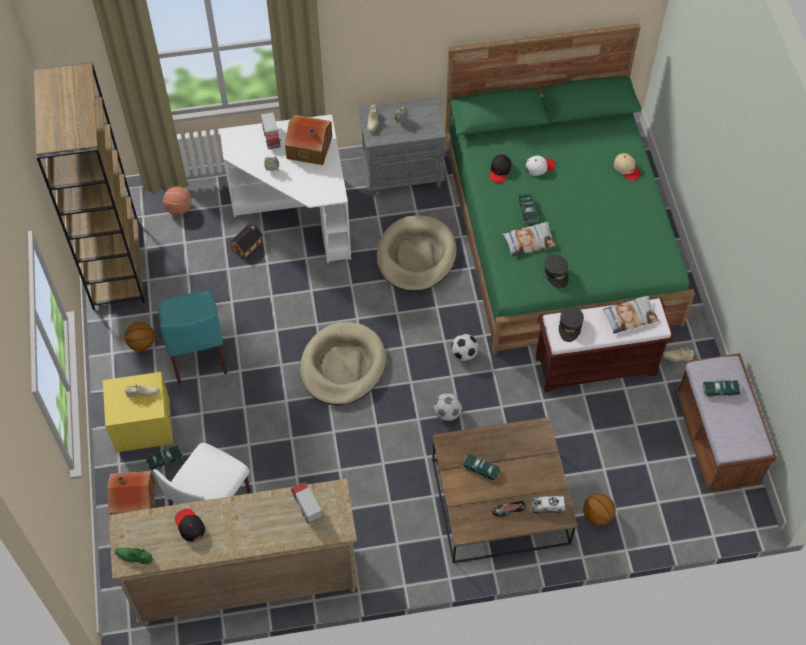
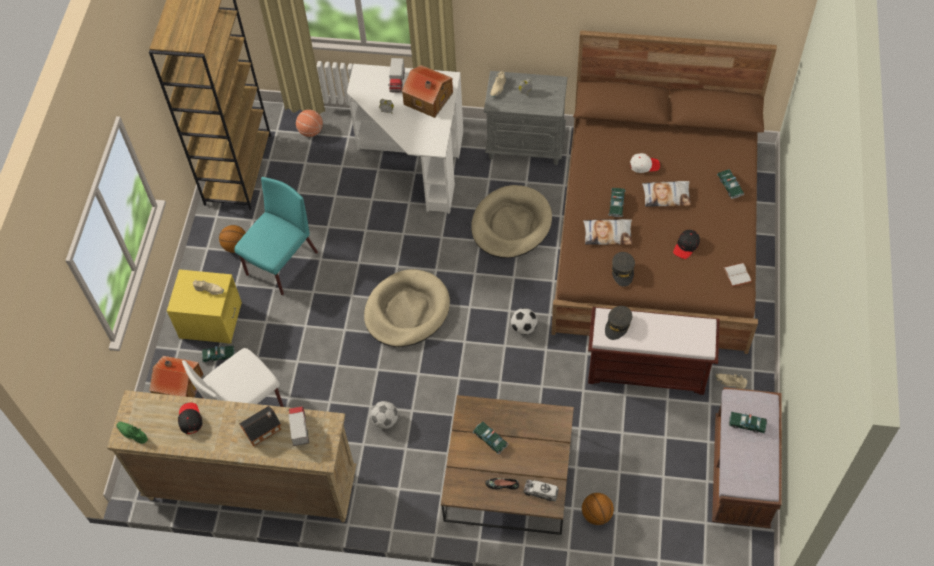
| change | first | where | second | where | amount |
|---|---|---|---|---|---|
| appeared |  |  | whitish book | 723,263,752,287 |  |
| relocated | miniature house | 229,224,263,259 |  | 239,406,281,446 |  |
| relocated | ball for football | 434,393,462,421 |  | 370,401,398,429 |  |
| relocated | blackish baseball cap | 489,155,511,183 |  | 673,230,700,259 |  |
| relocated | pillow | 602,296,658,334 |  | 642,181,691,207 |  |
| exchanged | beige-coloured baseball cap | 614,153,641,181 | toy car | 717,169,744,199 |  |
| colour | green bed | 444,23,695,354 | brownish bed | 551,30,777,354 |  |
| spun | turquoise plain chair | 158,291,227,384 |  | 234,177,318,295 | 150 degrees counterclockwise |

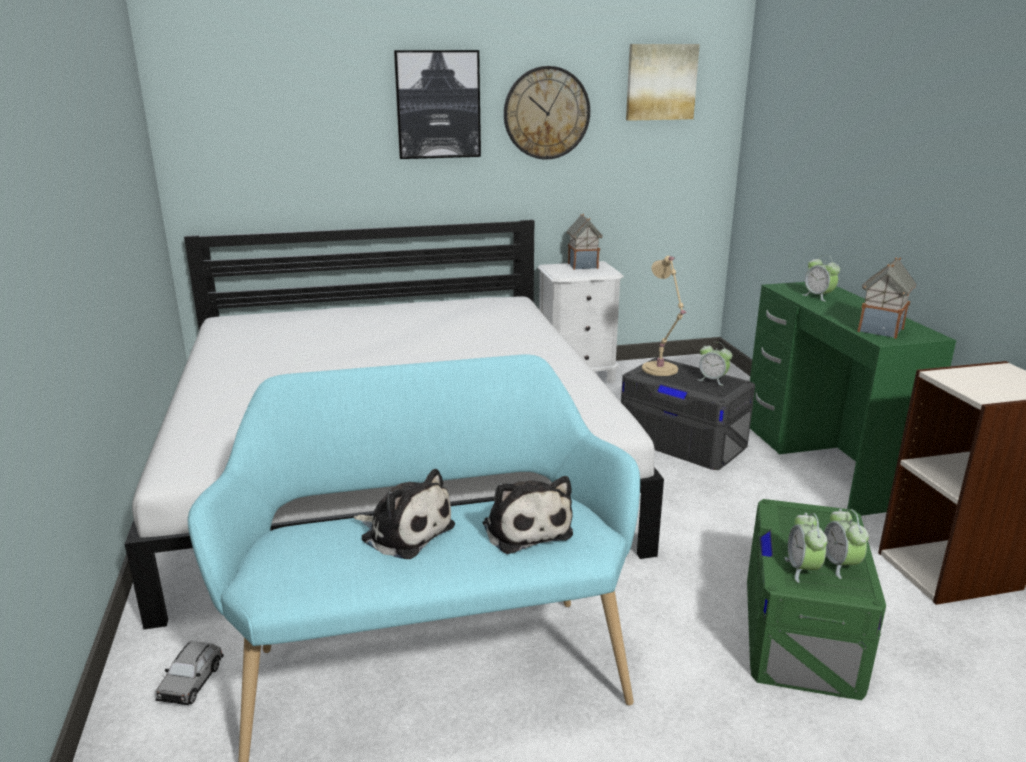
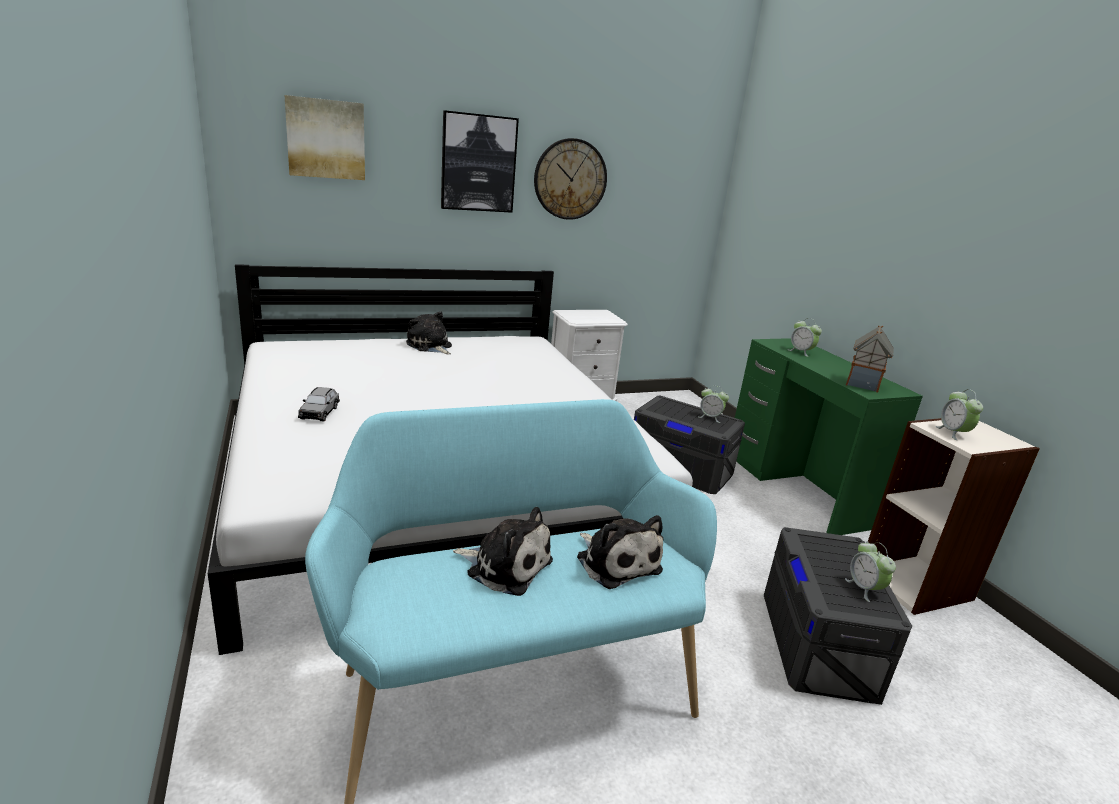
| change | first | where | second | where | amount |
|---|---|---|---|---|---|
| missing | miniature house | 567,213,603,270 |  |  |  |
| missing | beige-coloured table lamp | 642,256,687,376 |  |  |  |
| appeared |  |  | soft toy | 406,312,452,354 |  |
| relocated | gray toy car | 155,641,223,705 |  | 298,387,340,422 |  |
| relocated | wall picture | 626,44,700,121 |  | 284,95,365,180 |  |
| relocated | table clock | 784,513,828,583 |  | 935,389,983,440 |  |
| colour | green storage container | 747,499,886,700 | gray storage container | 764,527,912,705 |  |

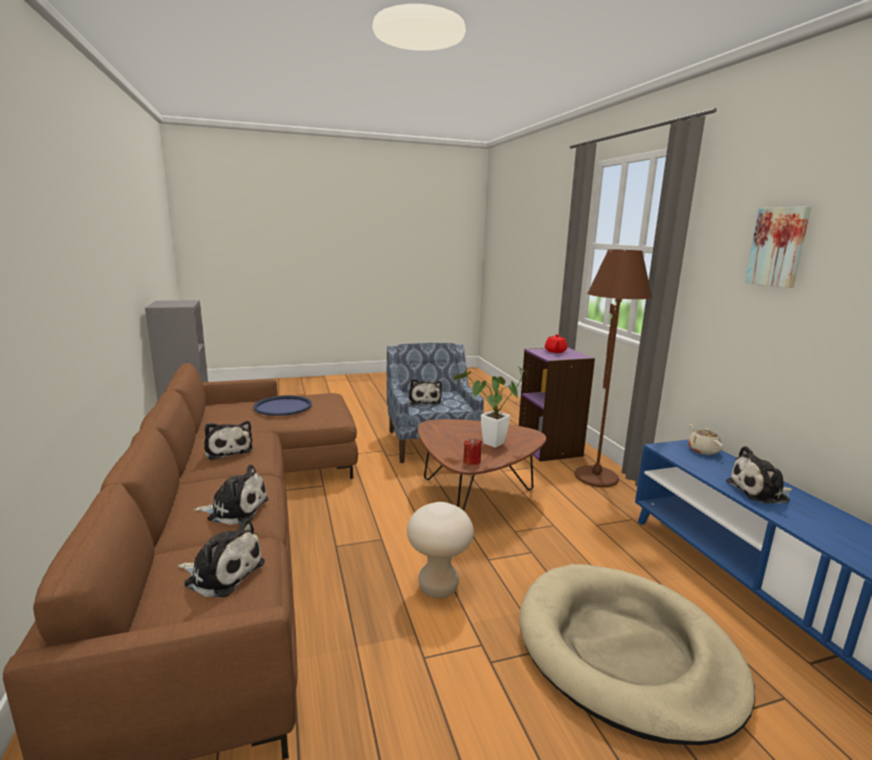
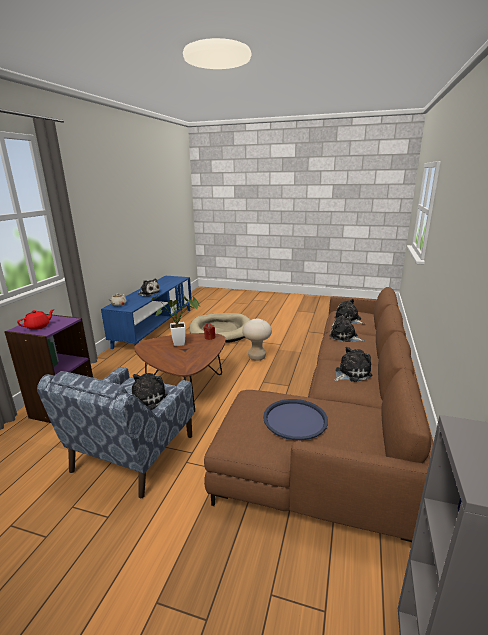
| change | first | where | second | where | amount |
|---|---|---|---|---|---|
| missing | brownish floor lamp | 575,249,653,487 |  |  |  |
| missing | wall picture | 745,207,811,288 |  |  |  |
| spun | soft toy | 204,421,253,460 |  | 334,347,372,382 | 60 degrees clockwise |

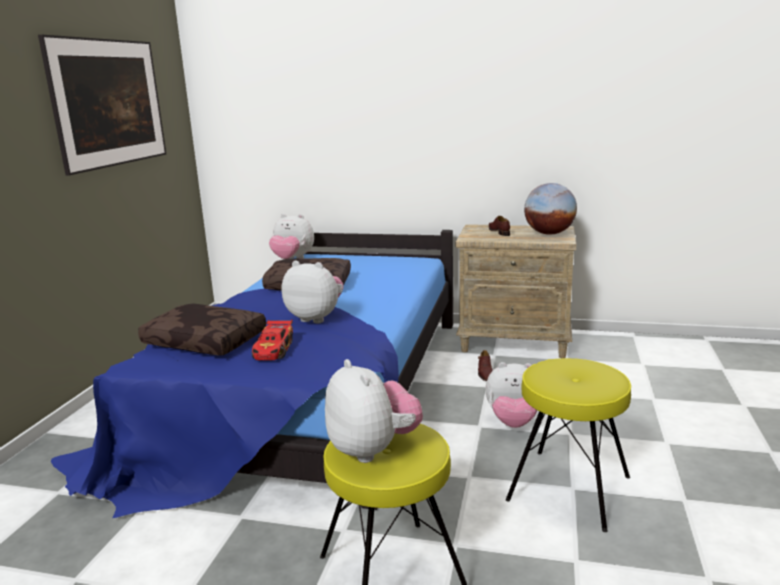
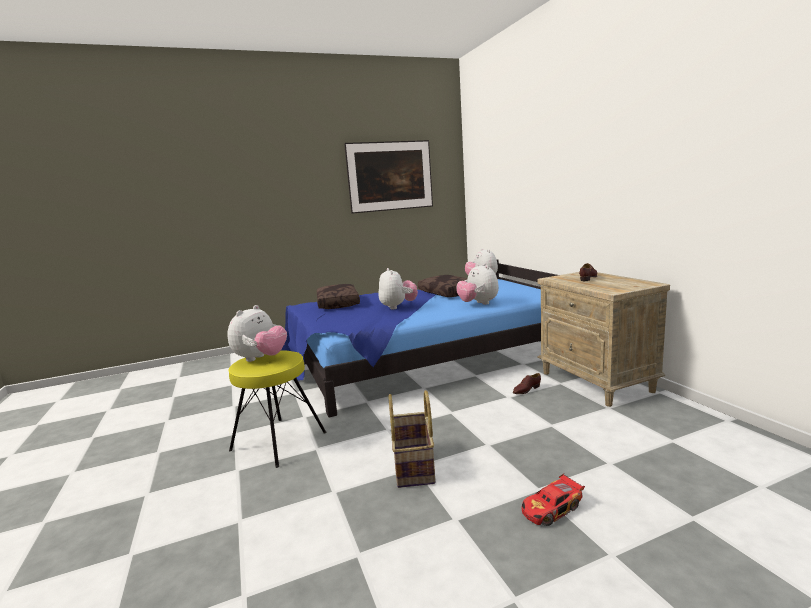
| change | first | where | second | where | amount |
|---|---|---|---|---|---|
| missing | world globe | 524,183,577,235 |  |  |  |
| relocated | toy car | 252,320,293,361 |  | 521,474,585,526 |  |
| relocated | soft toy | 485,362,537,428 |  | 456,263,499,305 |  |
| exchanged | yellowish sitting stool | 506,358,631,532 | basket | 388,390,435,488 |  |

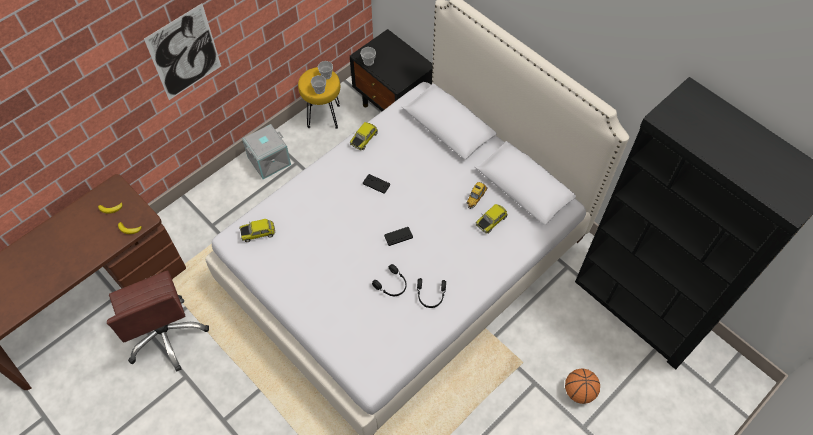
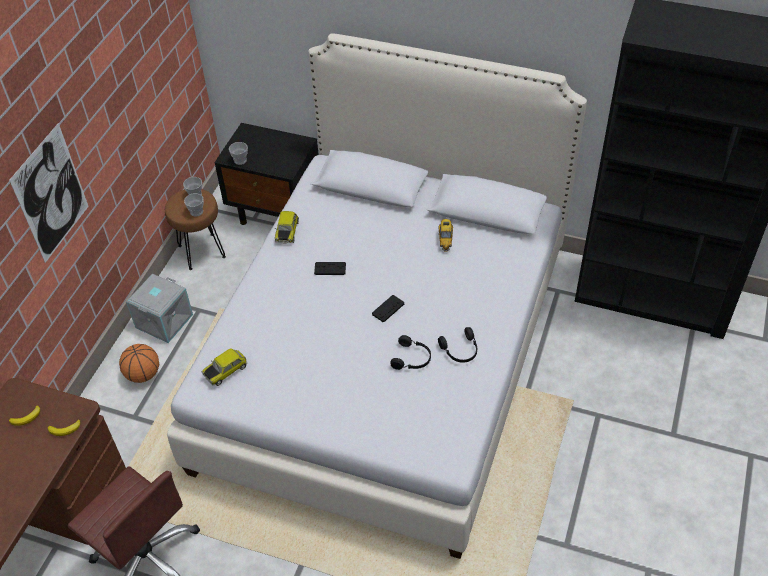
| change | first | where | second | where | amount |
|---|---|---|---|---|---|
| missing | toy car | 476,204,508,234 |  |  |  |
| relocated | basketball ball | 565,368,600,404 |  | 119,344,159,383 |  |
| colour | yellowish sitting stool | 298,67,340,129 | brownish sitting stool | 165,189,226,270 |  |

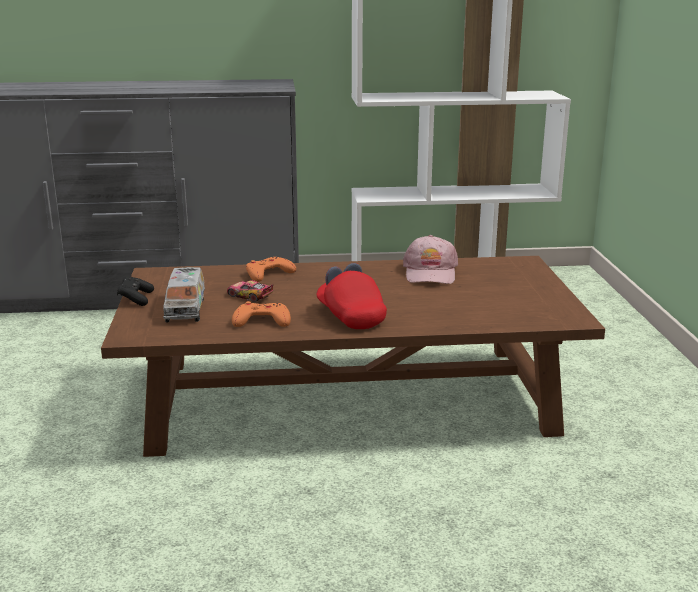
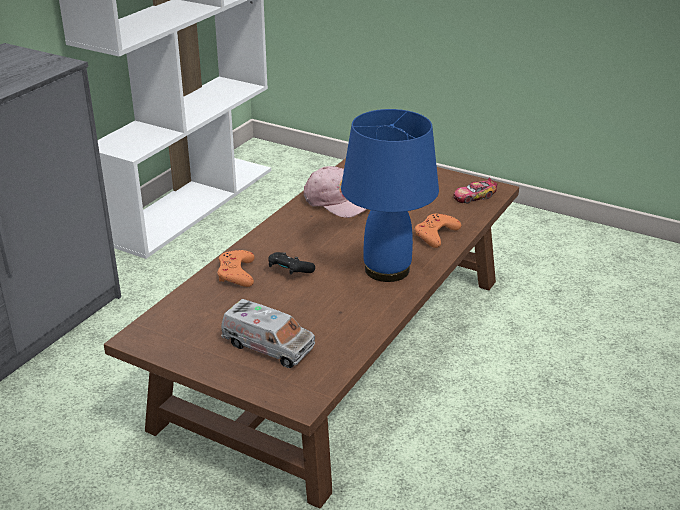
| change | first | where | second | where | amount |
|---|---|---|---|---|---|
| relocated | blackish game controller | 117,276,154,306 |  | 268,252,315,275 |  |
| relocated | toy car | 227,280,273,302 |  | 454,178,497,203 |  |
| relocated | orange-coloured game controller | 232,301,291,327 |  | 415,214,461,248 |  |
| exchanged | reddish baseball cap | 317,263,387,329 | blue-coloured table lamp | 341,109,439,282 |  |

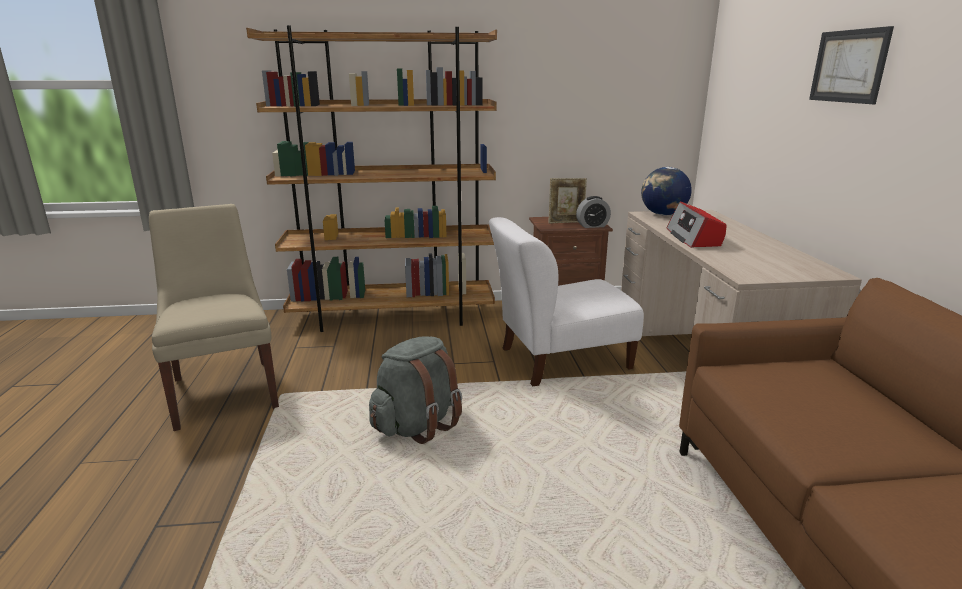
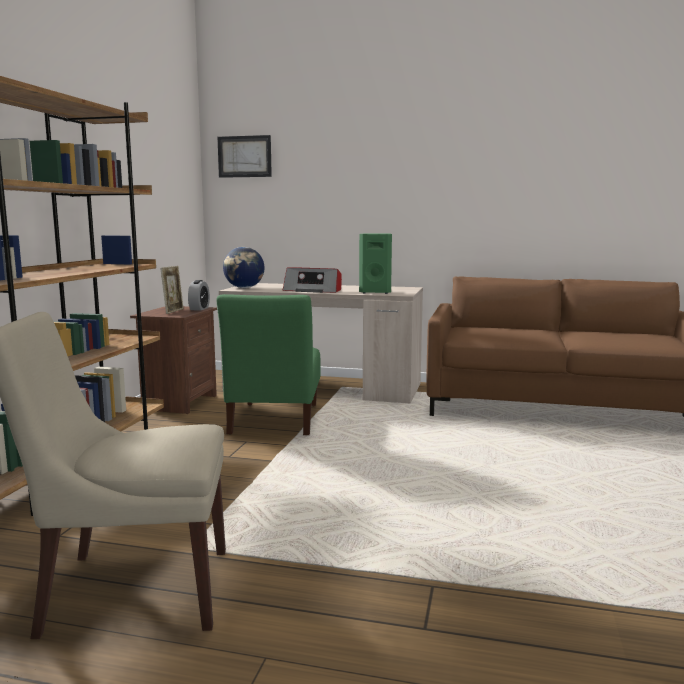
| change | first | where | second | where | amount |
|---|---|---|---|---|---|
| missing | gray rucksack | 369,336,462,444 |  |  |  |
| appeared |  |  | green audio speaker | 359,233,392,294 |  |
| relocated | wall picture | 809,26,894,104 |  | 217,135,272,178 |  |
| colour | whitish plain chair | 489,217,644,386 | green plain chair | 216,294,321,435 |  |

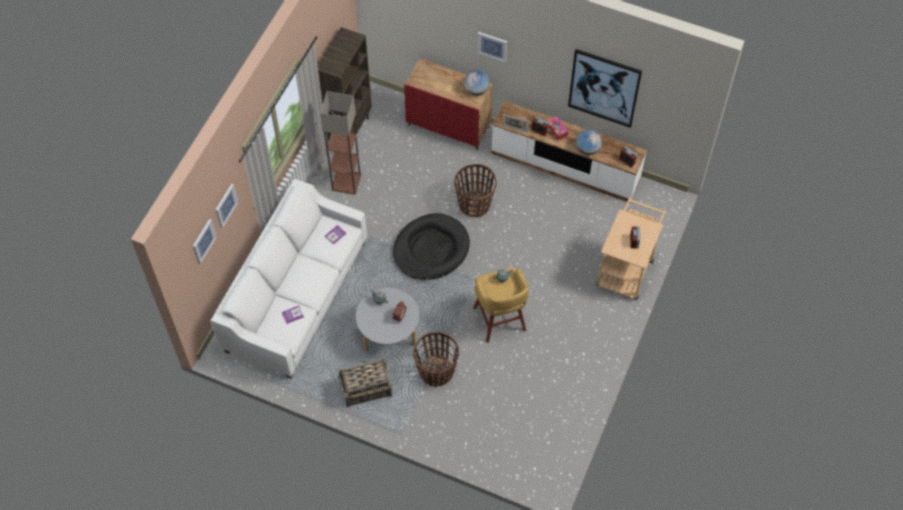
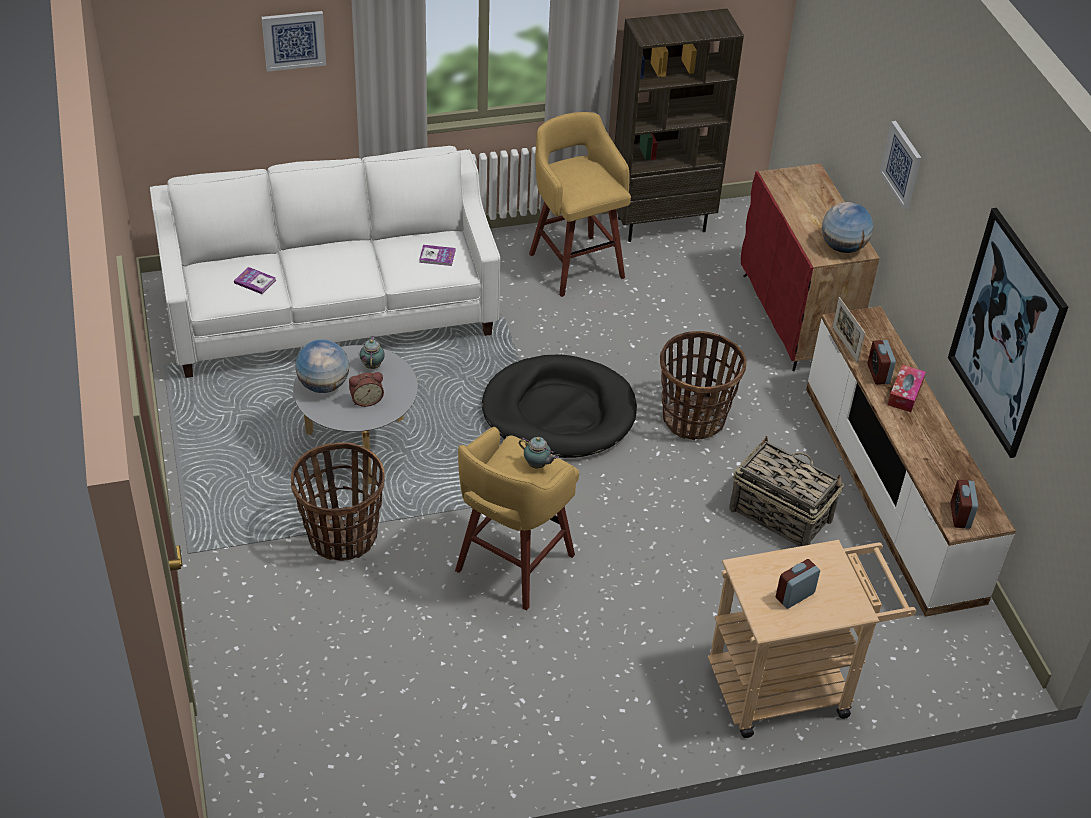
| change | first | where | second | where | amount |
|---|---|---|---|---|---|
| missing | wall picture | 193,219,217,264 |  |  |  |
| relocated | basket | 338,359,392,407 |  | 729,436,844,546 |  |
| relocated | world globe | 576,130,602,155 |  | 295,339,349,393 |  |
| exchanged | floor lamp | 320,91,361,195 | yellowish sitting stool | 529,112,631,297 |  |

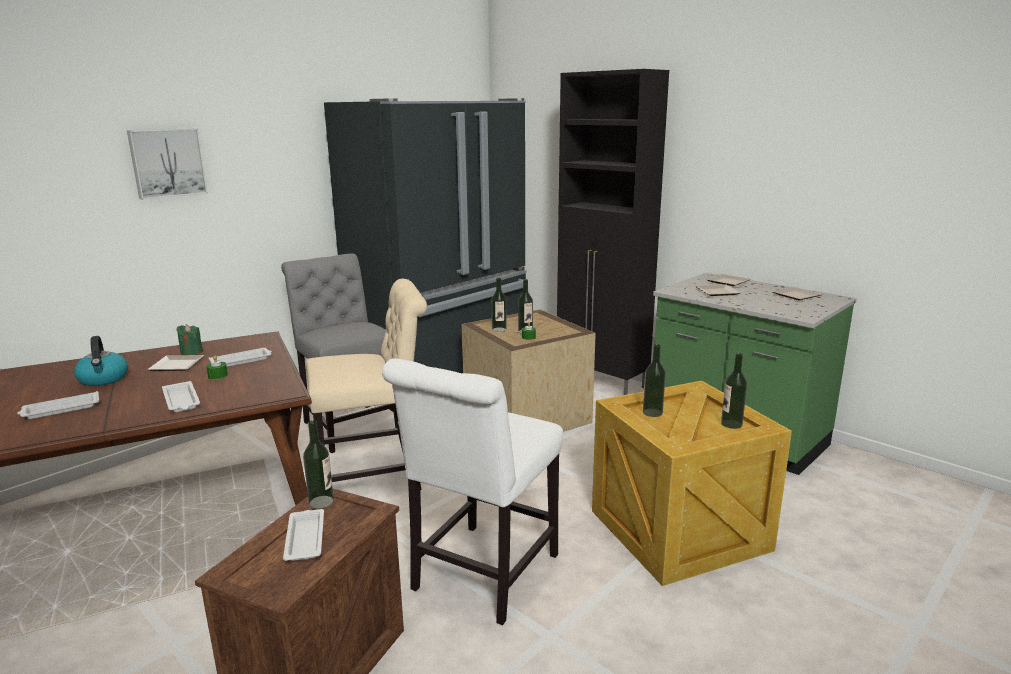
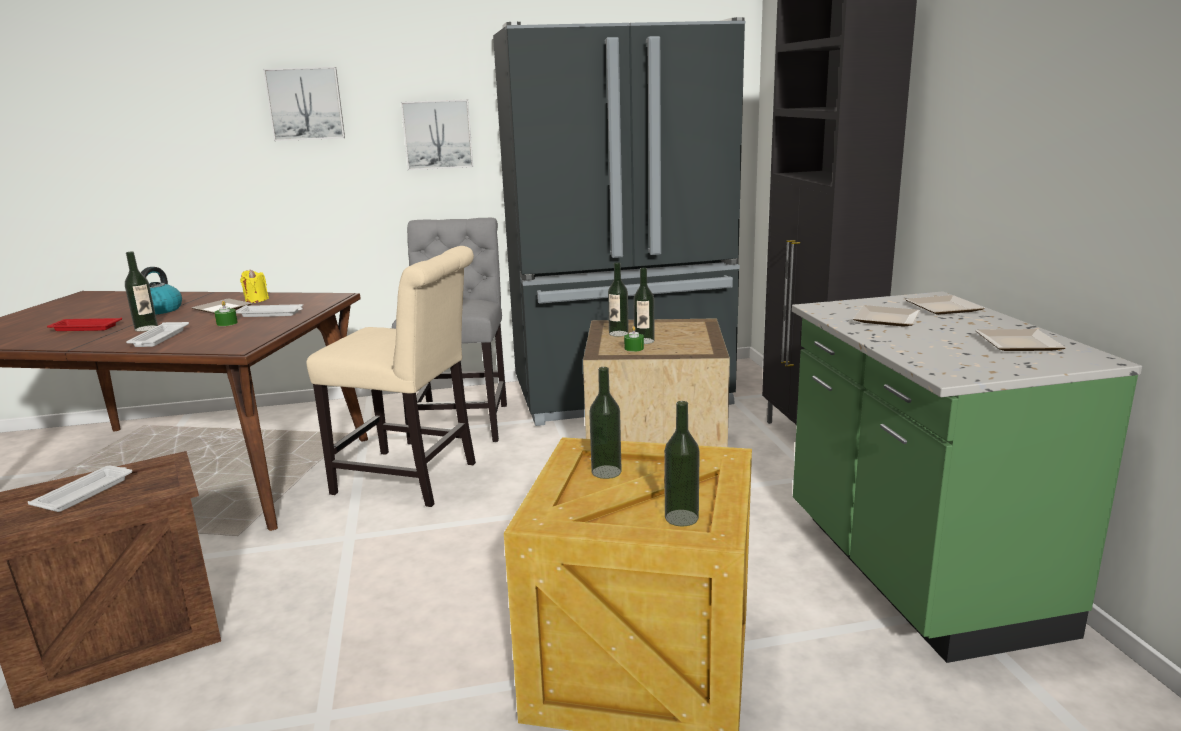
| change | first | where | second | where | amount |
|---|---|---|---|---|---|
| missing | whitish plain chair | 382,359,563,625 |  |  |  |
| appeared |  |  | wall picture | 401,99,473,170 |  |
| relocated | beverage bottle | 303,420,334,509 |  | 125,251,158,332 |  |
| colour | whitish serving tray | 17,391,99,419 | reddish serving tray | 47,317,122,331 |  |
| colour | green wax light | 177,324,203,355 | yellowish wax light | 240,269,269,303 |  |

